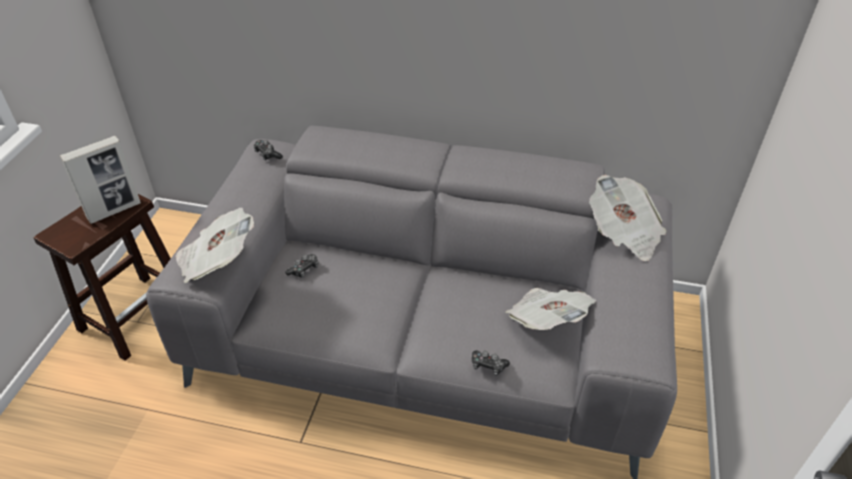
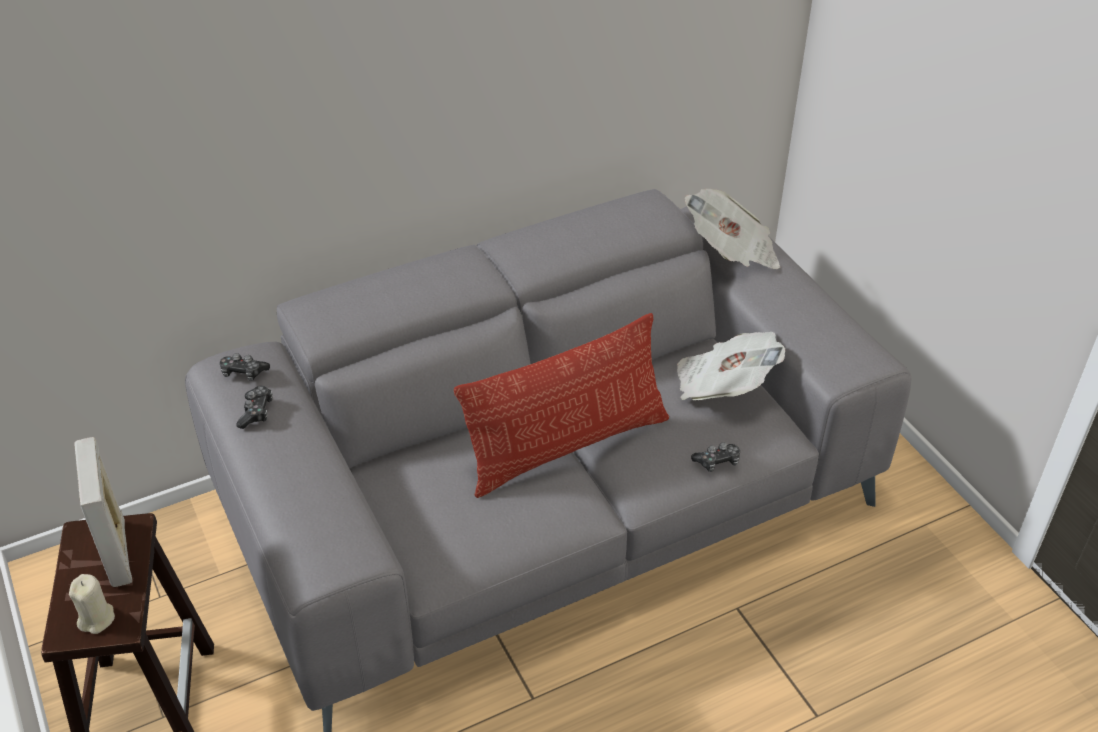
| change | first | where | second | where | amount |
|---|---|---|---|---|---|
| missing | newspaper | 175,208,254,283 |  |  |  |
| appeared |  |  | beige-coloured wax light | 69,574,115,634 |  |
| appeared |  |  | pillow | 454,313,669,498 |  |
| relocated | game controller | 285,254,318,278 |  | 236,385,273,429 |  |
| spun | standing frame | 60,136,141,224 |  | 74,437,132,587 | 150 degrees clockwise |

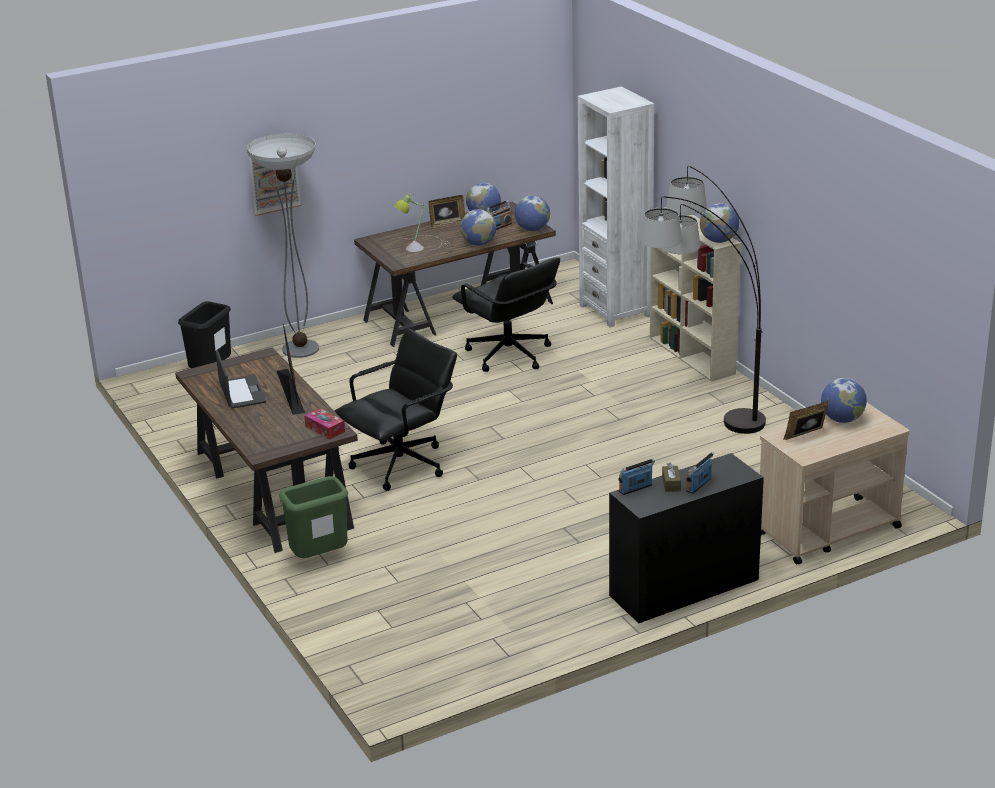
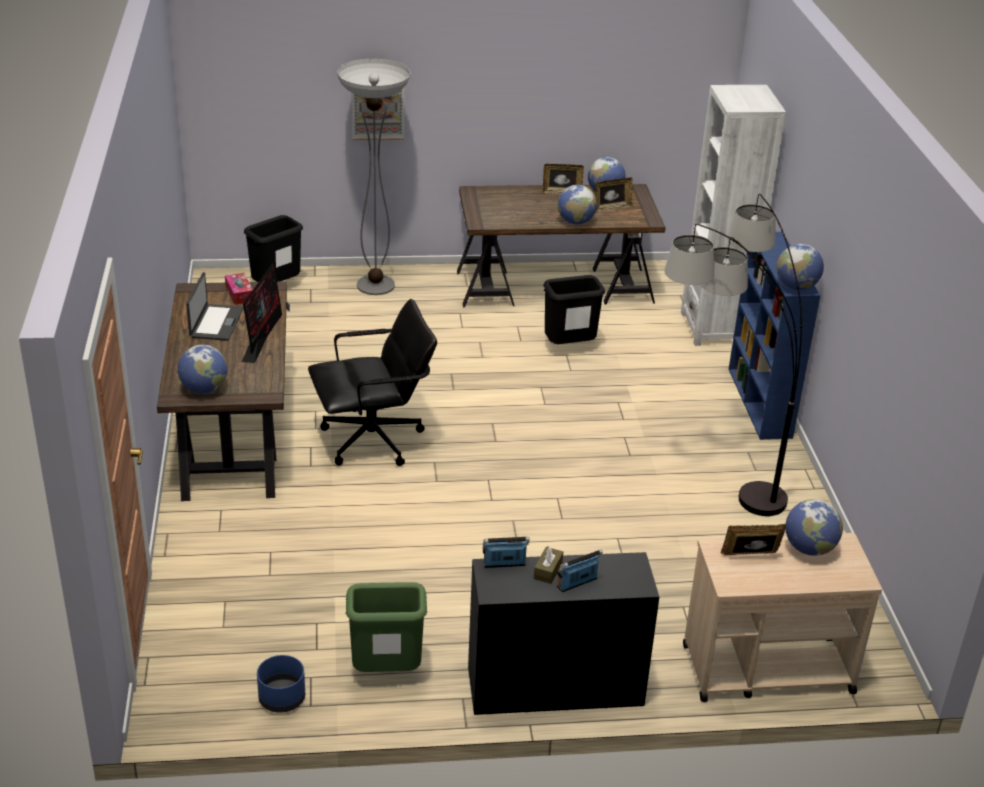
| change | first | where | second | where | amount |
|---|---|---|---|---|---|
| missing | table lamp | 394,193,450,252 |  |  |  |
| appeared |  |  | blue-coloured planter | 257,655,305,713 |  |
| relocated | green rubbish bin | 279,476,348,558 |  | 346,582,427,672 |  |
| relocated | tissue holder | 304,408,345,439 |  | 225,273,253,305 |  |
| relocated | world globe | 515,195,550,231 |  | 178,345,227,393 |  |
| exchanged | blackish desk chair | 452,257,560,372 | blackish rubbish bin | 543,275,605,344 |  |
| exchanged | radio set | 487,200,512,230 | standing frame | 596,178,633,212 |  |
| colour | beige-coloured shelving unit | 650,207,741,382 | blue-coloured shelving unit | 729,232,820,440 |  |

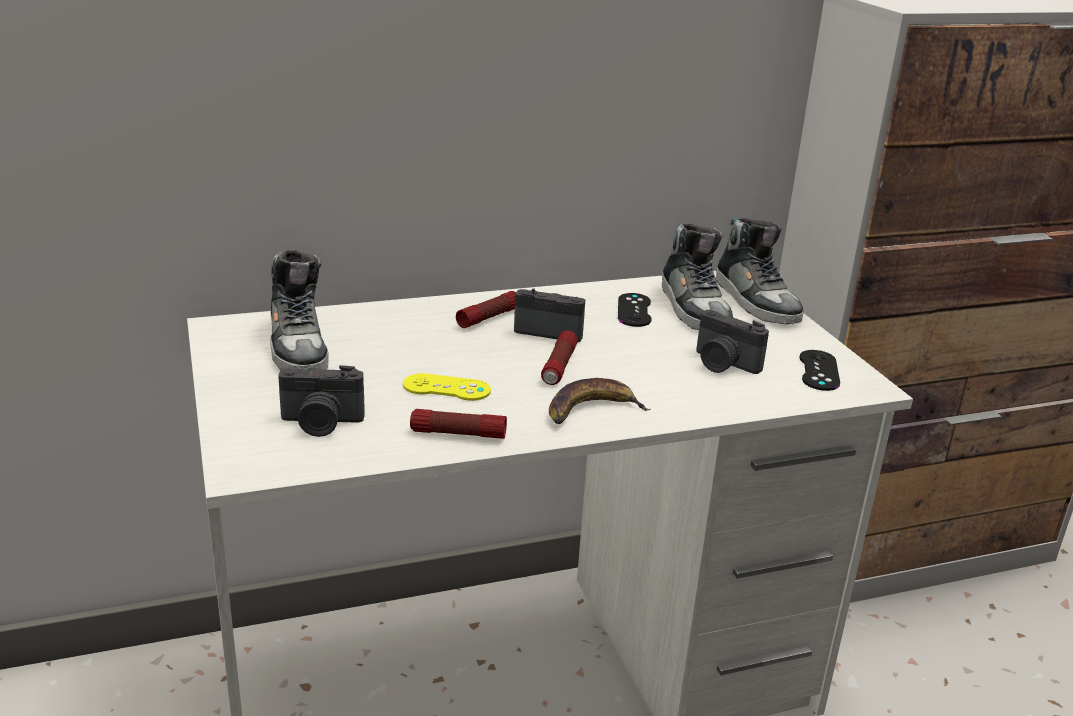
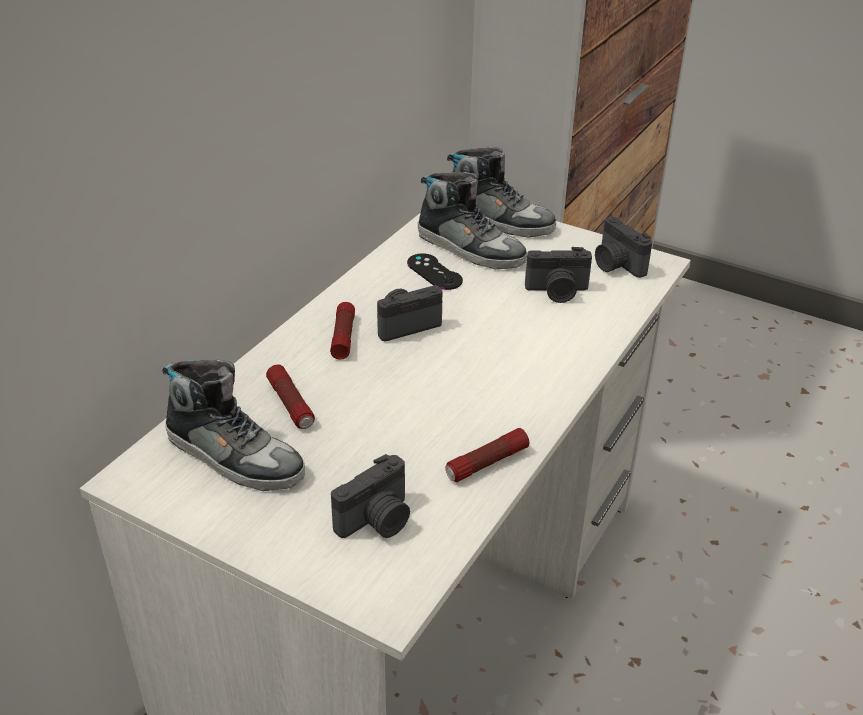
| change | first | where | second | where | amount |
|---|---|---|---|---|---|
| missing | yellowish game controller | 403,373,491,401 |  |  |  |
| missing | banana fruit | 549,378,651,424 |  |  |  |
| relocated | torch | 541,330,578,385 |  | 266,365,315,429 |  |
| exchanged | blackish game controller | 799,350,840,391 | still camera | 595,217,652,278 |  |

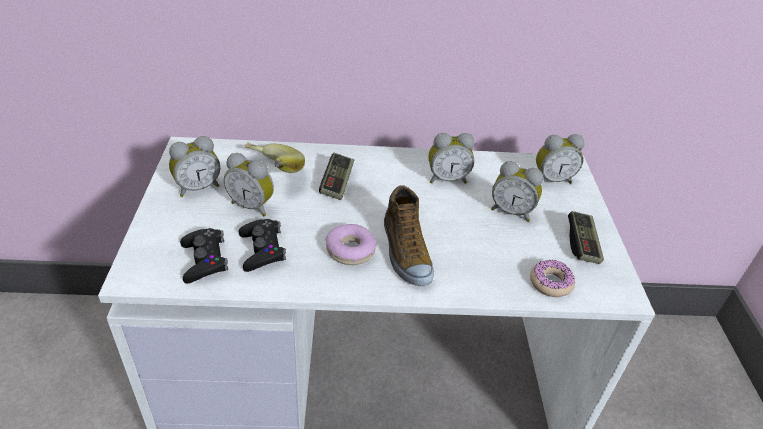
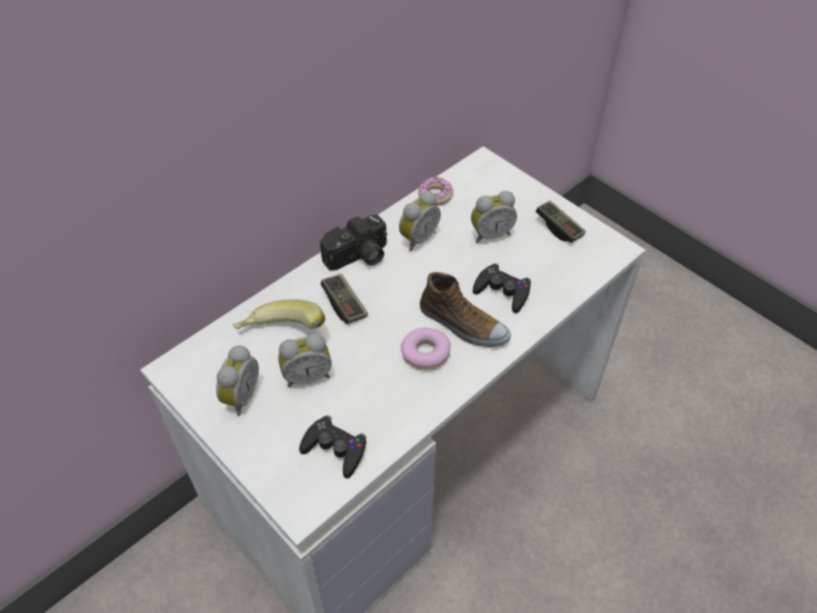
| change | first | where | second | where | amount |
|---|---|---|---|---|---|
| missing | table clock | 536,134,585,184 |  |  |  |
| appeared |  |  | still camera | 320,215,387,271 |  |
| relocated | blackish game controller | 239,219,286,272 |  | 473,263,531,313 |  |
| relocated | doughnut | 530,259,575,297 |  | 418,177,453,206 |  |

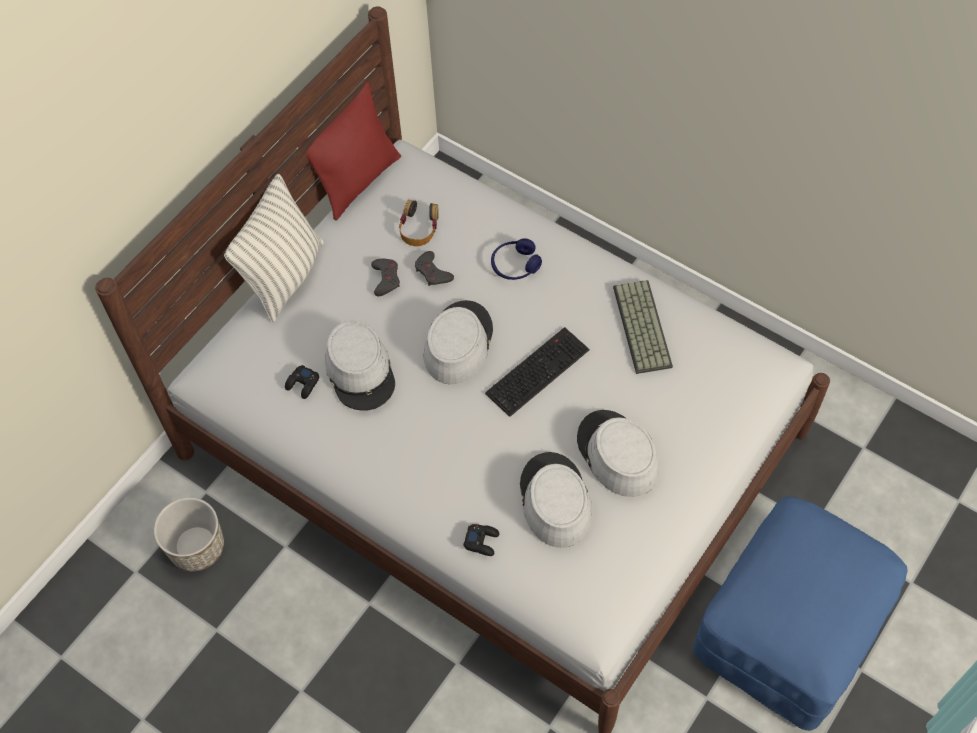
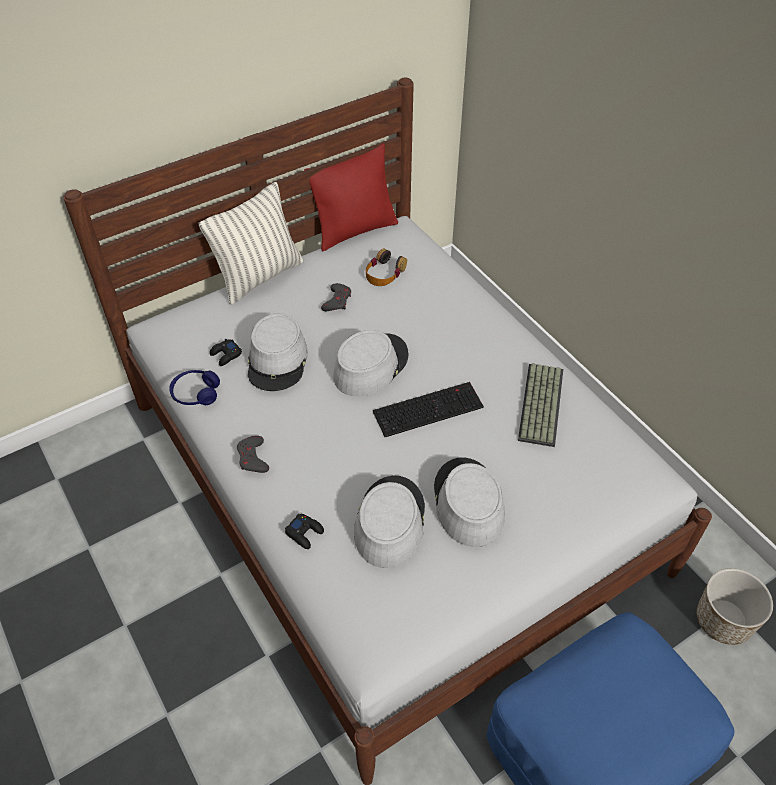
| change | first | where | second | where | amount |
|---|---|---|---|---|---|
| relocated | planter | 154,497,224,572 |  | 697,568,773,645 |  |
| relocated | gray game controller | 415,251,454,286 |  | 237,436,269,473 |  |
| relocated | blue-coloured pair of headphones | 491,238,542,280 |  | 169,370,220,405 |  |

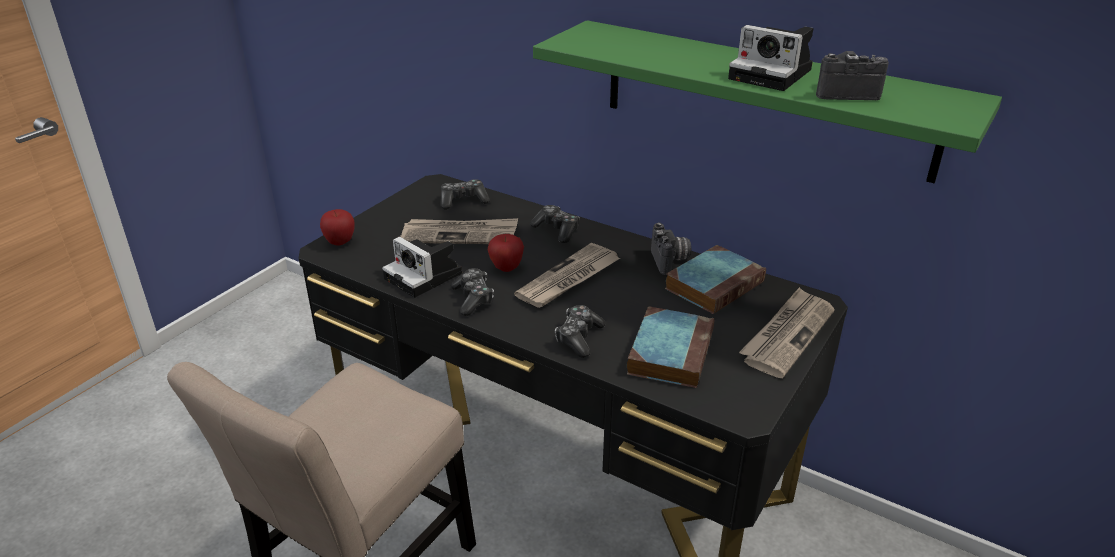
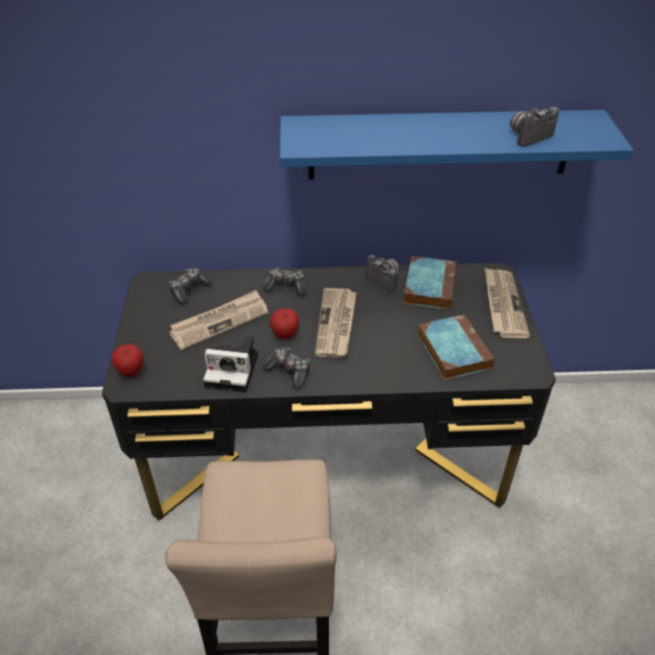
| change | first | where | second | where | amount |
|---|---|---|---|---|---|
| missing | game controller | 555,305,606,358 |  |  |  |
| missing | still camera | 728,25,813,91 |  |  |  |
| colour | green bracket shelf | 533,20,1002,184 | blue-coloured bracket shelf | 280,110,634,179 |  |

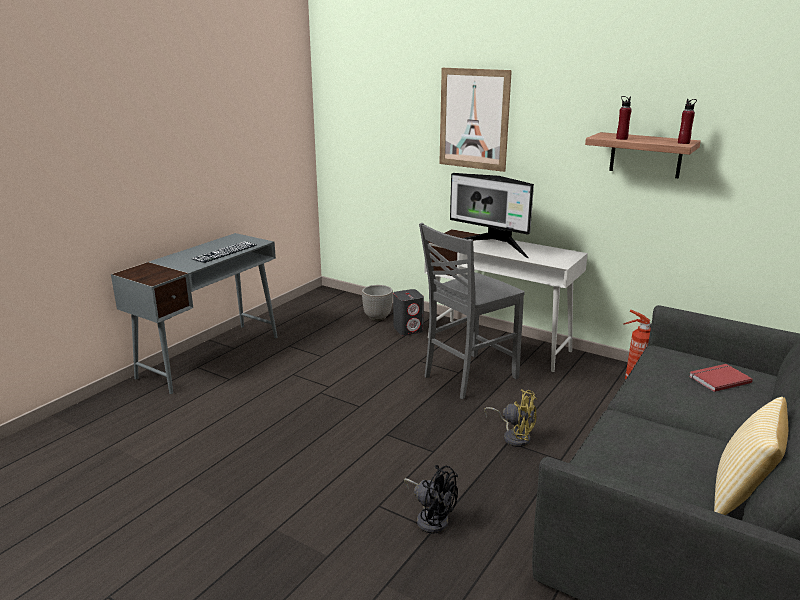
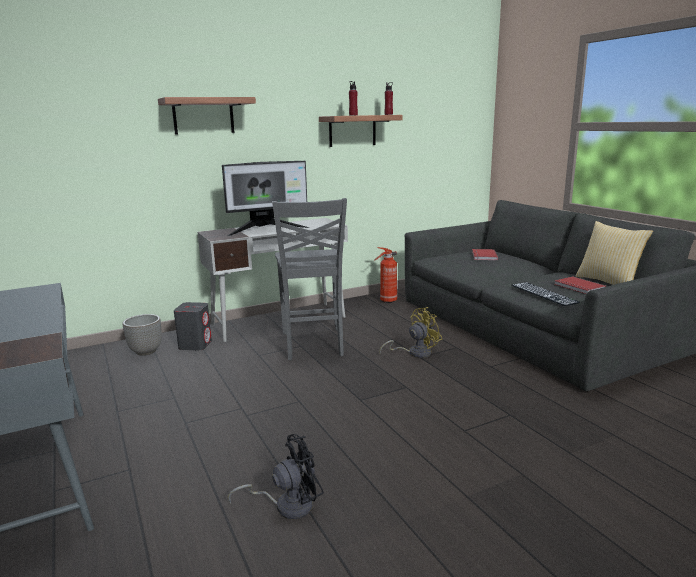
| change | first | where | second | where | amount |
|---|---|---|---|---|---|
| appeared |  |  | reddish book | 554,276,606,294 |  |
| relocated | keyboard | 192,241,257,263 |  | 511,282,580,306 |  |
| relocated | blackish cooling fan | 404,465,458,534 |  | 228,434,324,519 |  |
| exchanged | wall picture | 439,68,512,172 | bracket shelf | 158,97,256,134 |  |

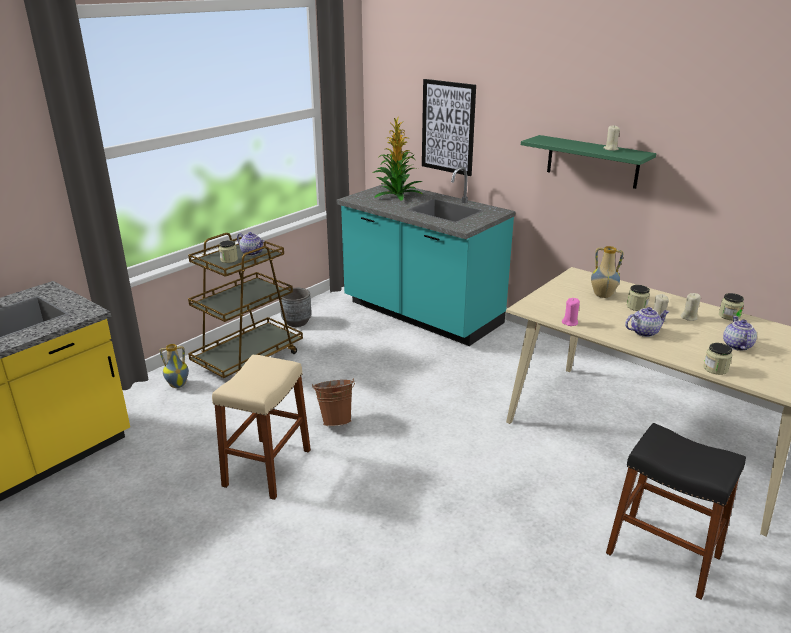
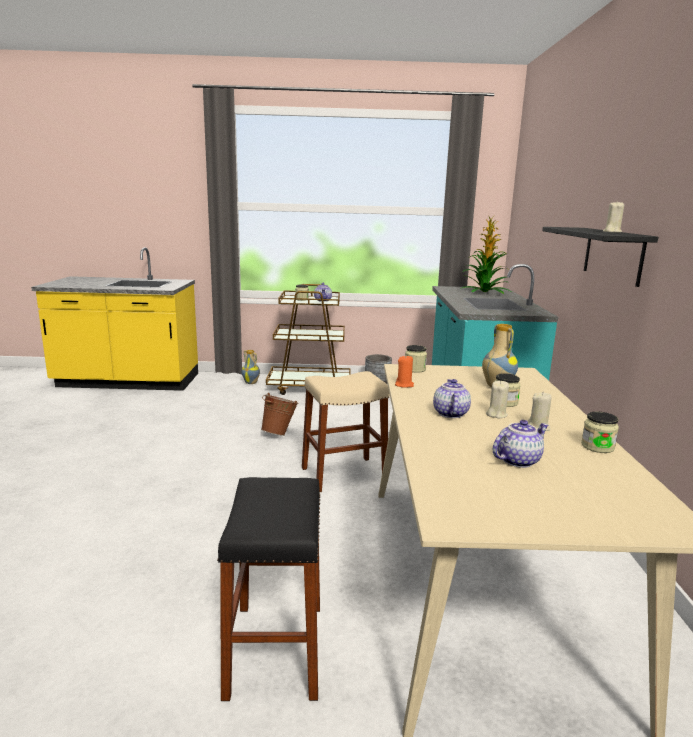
| change | first | where | second | where | amount |
|---|---|---|---|---|---|
| missing | wall picture | 422,79,476,176 |  |  |  |
| relocated | beige-coloured sitting stool | 212,355,311,500 |  | 302,371,390,492 |  |
| relocated | jar | 703,343,732,375 |  | 405,345,427,373 |  |
| colour | green bracket shelf | 521,135,657,189 | blackish bracket shelf | 542,227,658,287 |  |
| colour | pink-coloured wax light | 562,298,580,326 | orange-coloured wax light | 395,356,414,388 |  |
| spun | tea pot | 625,307,669,337 |  | 433,379,471,418 | 120 degrees counterclockwise |

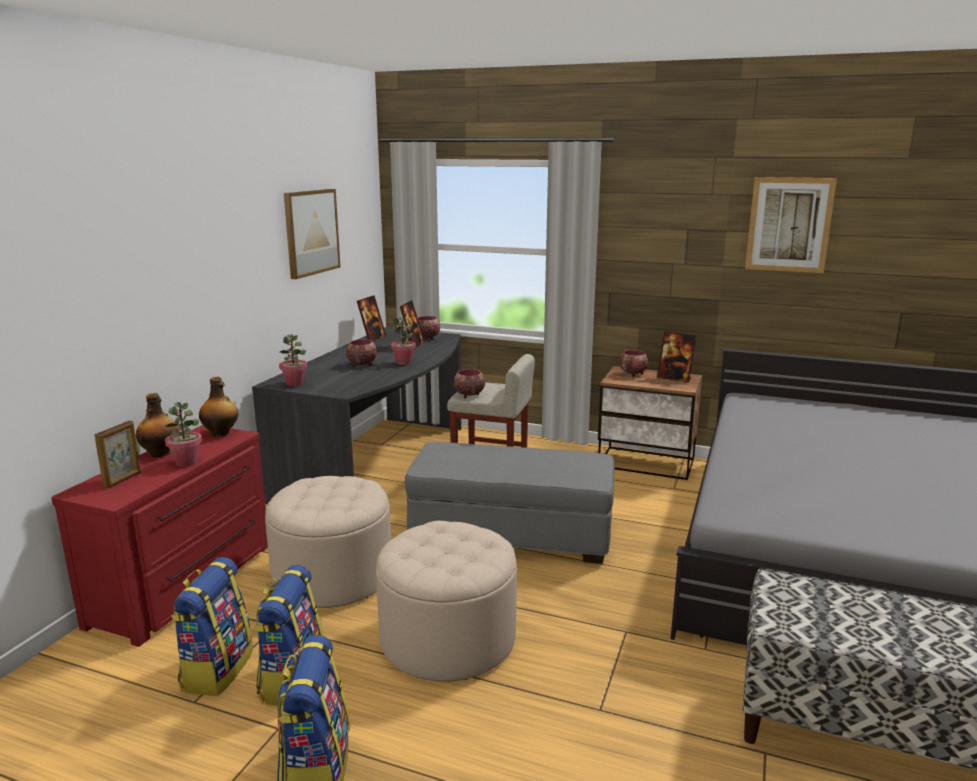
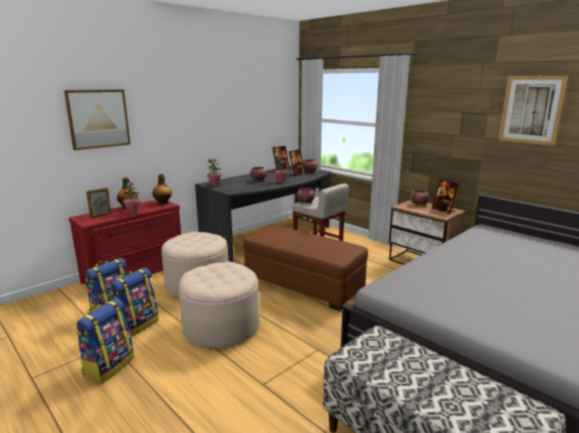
| change | first | where | second | where | amount |
|---|---|---|---|---|---|
| relocated | wall picture | 284,189,340,279 |  | 64,89,130,150 |  |
| colour | gray ottoman | 405,442,615,564 | brownish ottoman | 243,225,368,311 |  |

